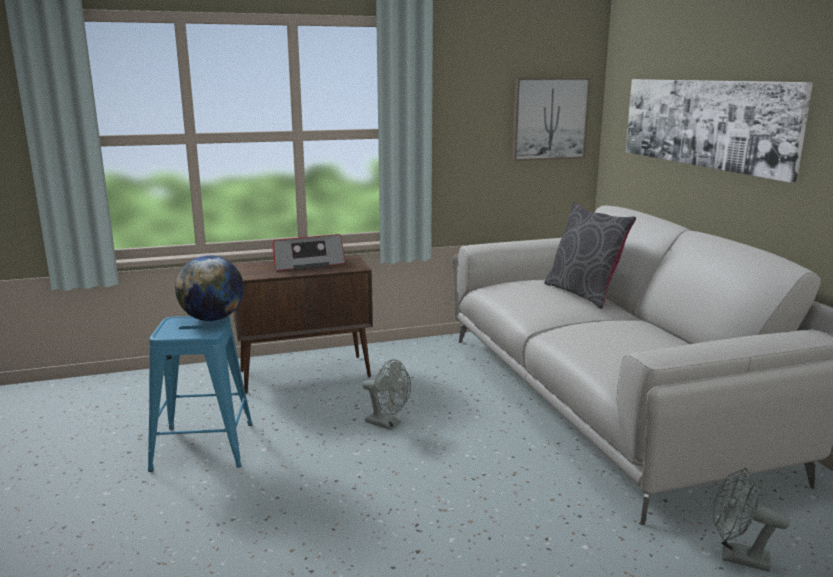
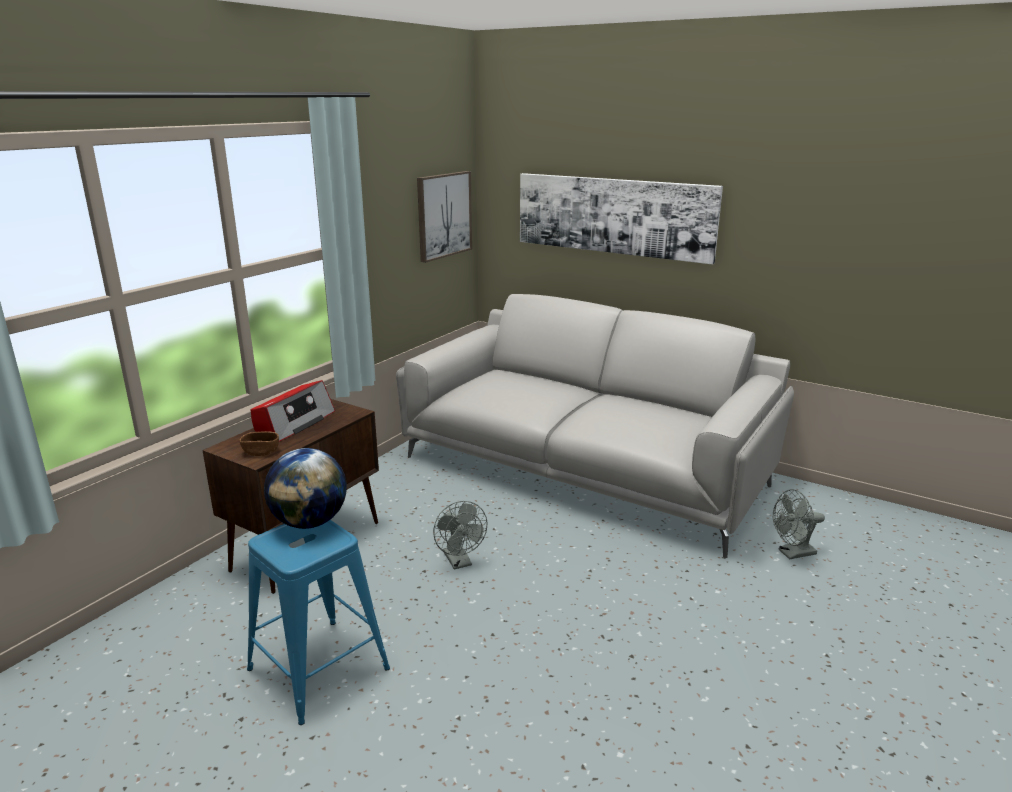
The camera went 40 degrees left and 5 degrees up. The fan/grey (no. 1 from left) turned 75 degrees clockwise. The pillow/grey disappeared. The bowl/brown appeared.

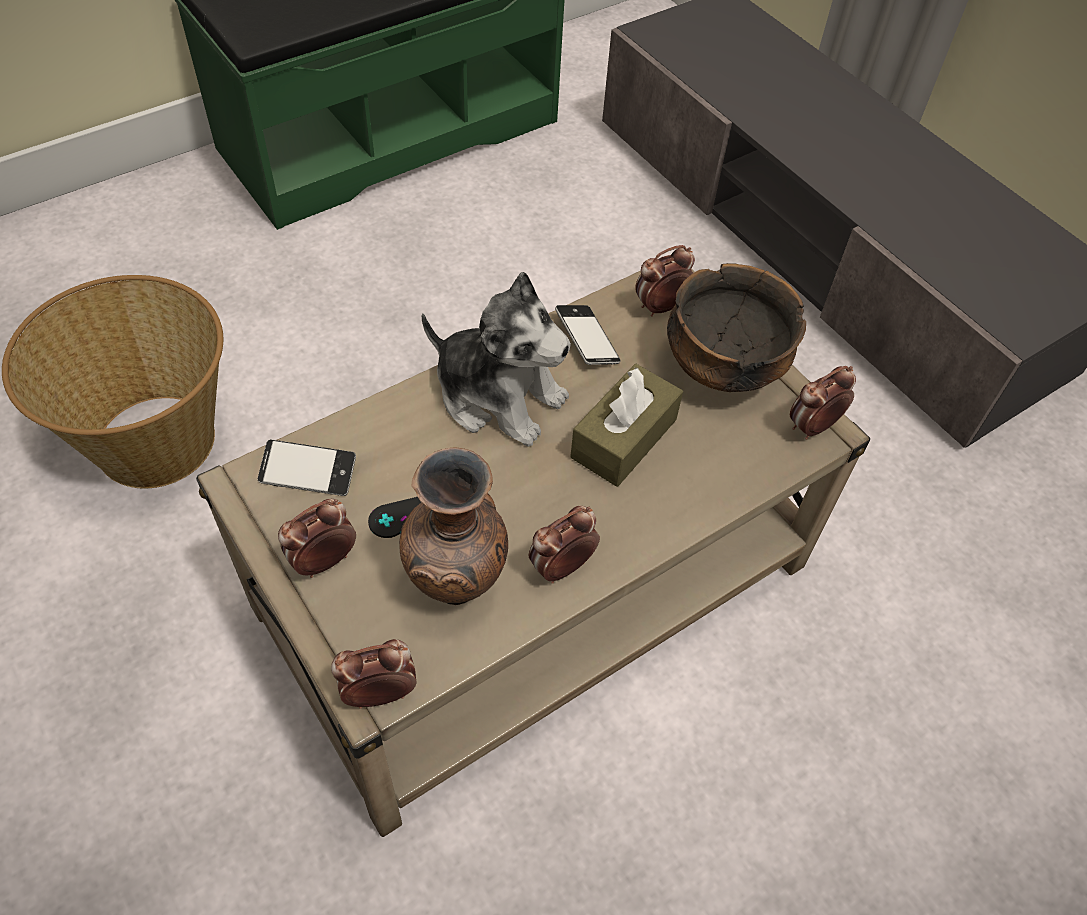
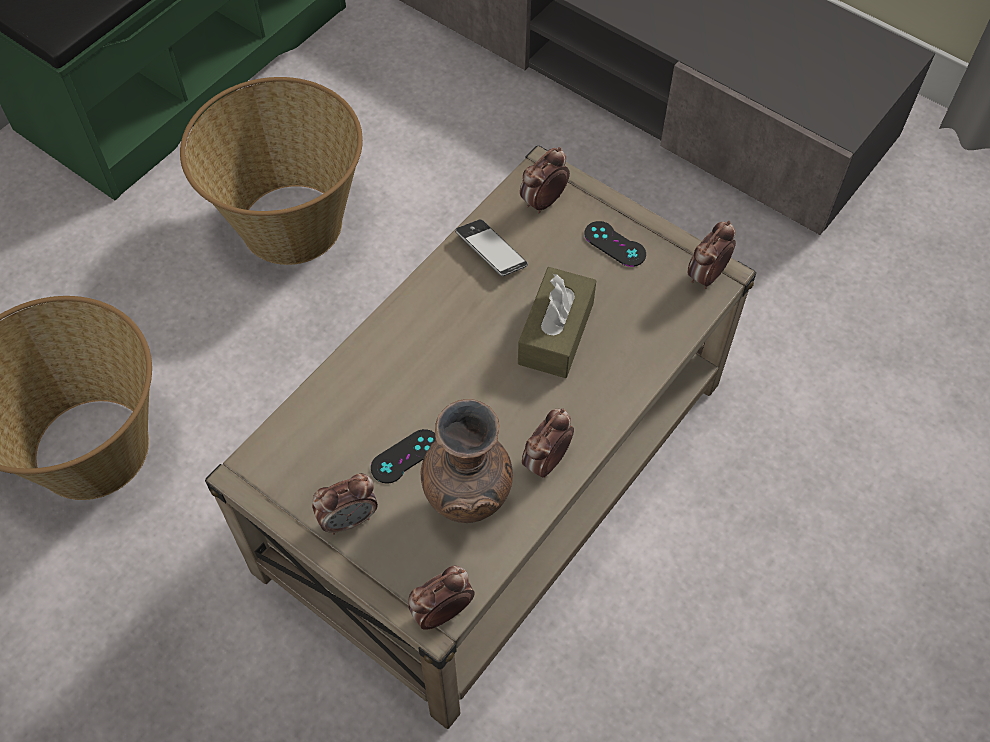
The camera went 15 degrees left and 5 degrees up. The phone (no. 1 from left) disappeared. The alarm clock (no. 1 from left) turned 150 degrees counterclockwise. The plush toy disappeared. The bowl was replaced by the game controller/black (no. 2 from left). The basket (no. 2 from left) appeared.

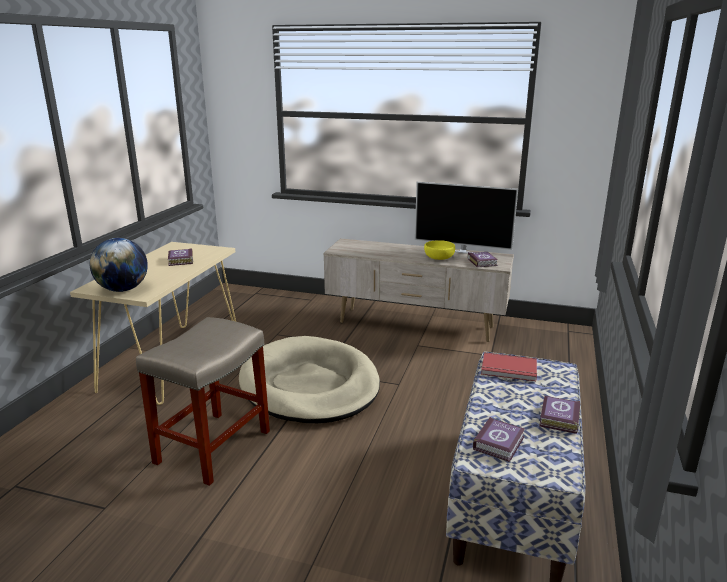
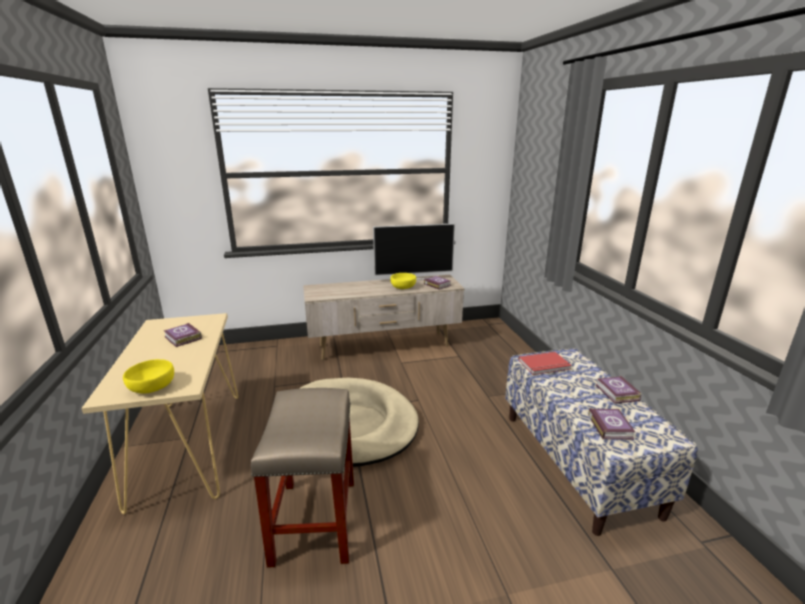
The camera went 30 degrees left and 0 degrees up. The globe was replaced by the bowl/yellow (no. 1 from left).

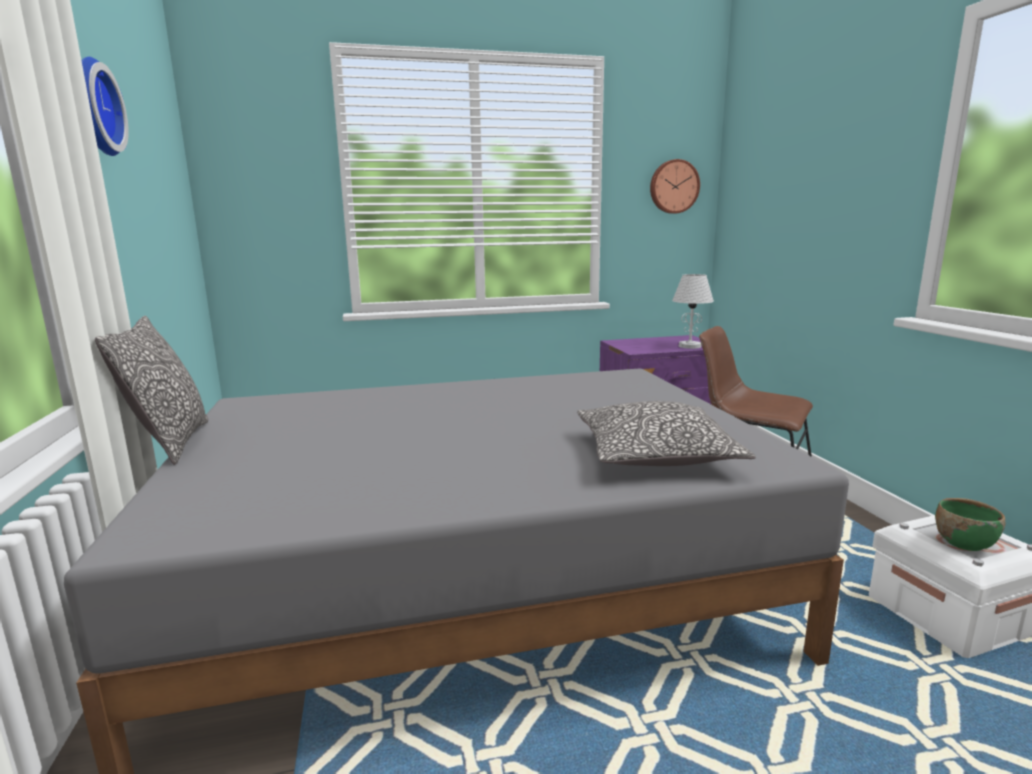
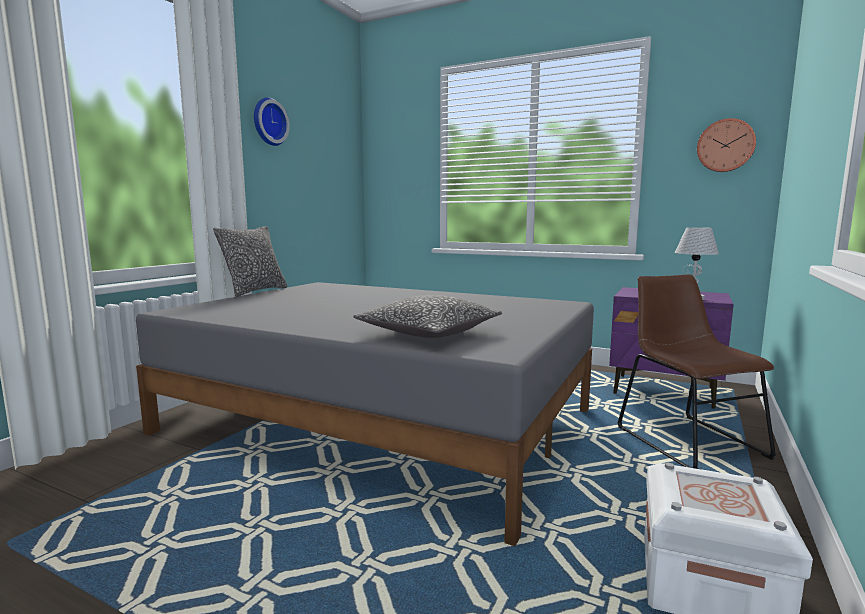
The camera went 40 degrees right and 5 degrees down. The bowl/green disappeared.

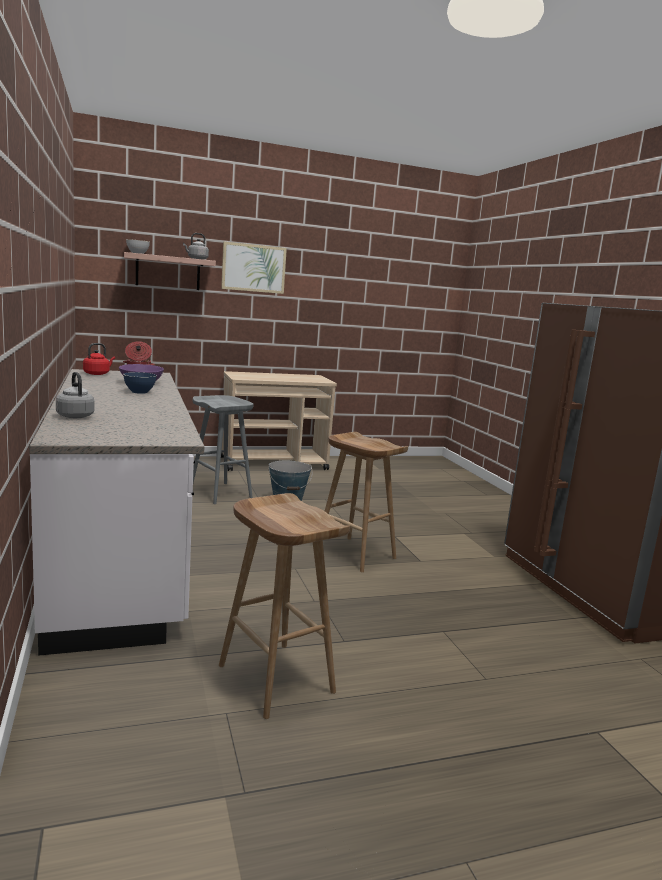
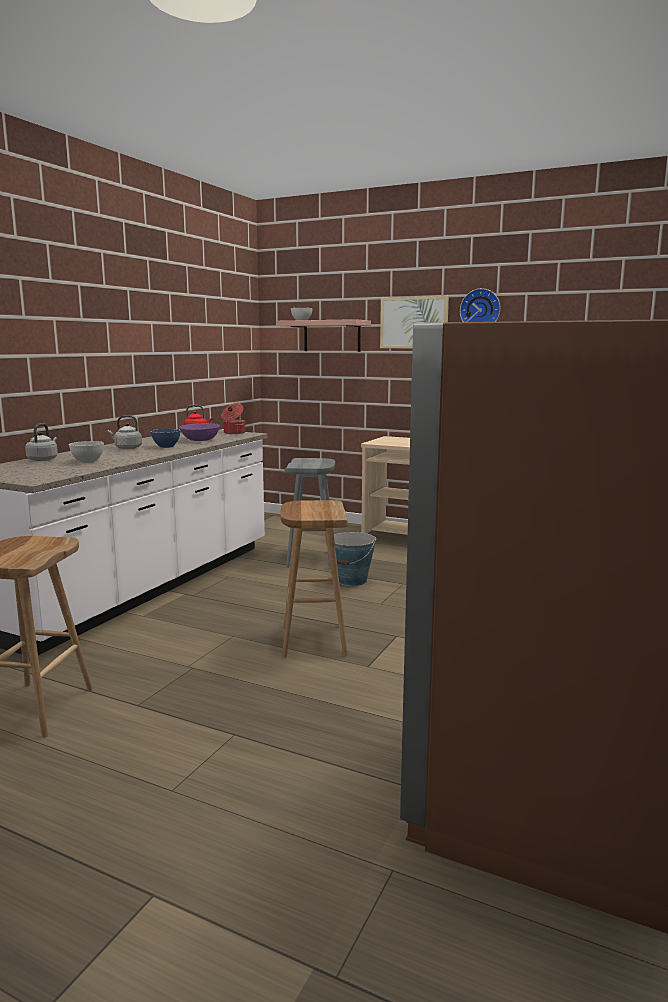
The camera went 45 degrees right and 0 degrees up. The kettle/grey (no. 2 from left) moved. The bowl/grey (no. 1 from left) appeared. The wall clock appeared.

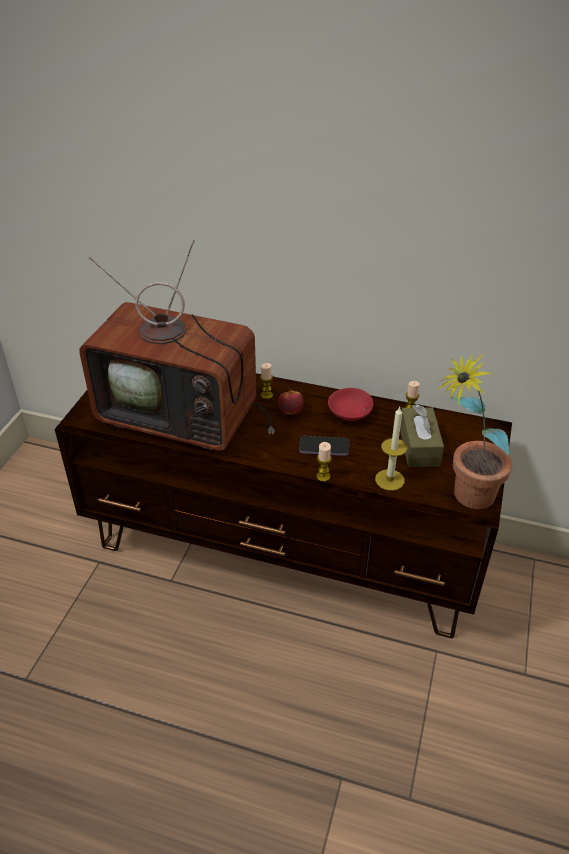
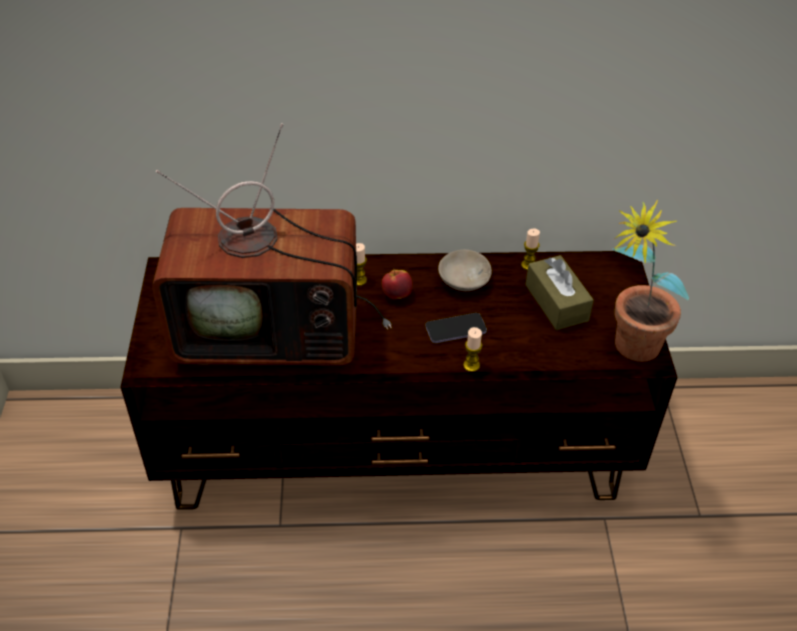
The camera went 20 degrees left and 5 degrees up. The bowl/red became the bowl/beige. The candle (no. 3 from left) disappeared.

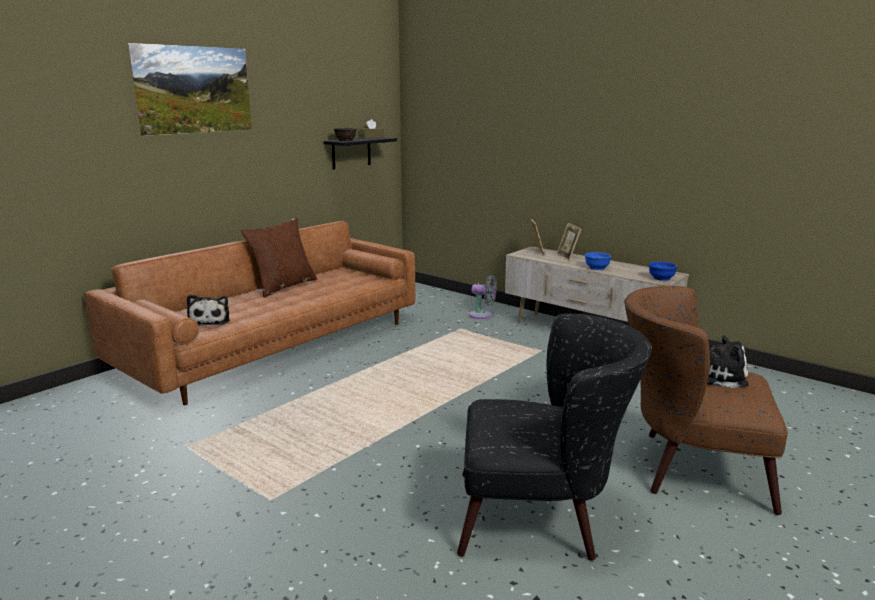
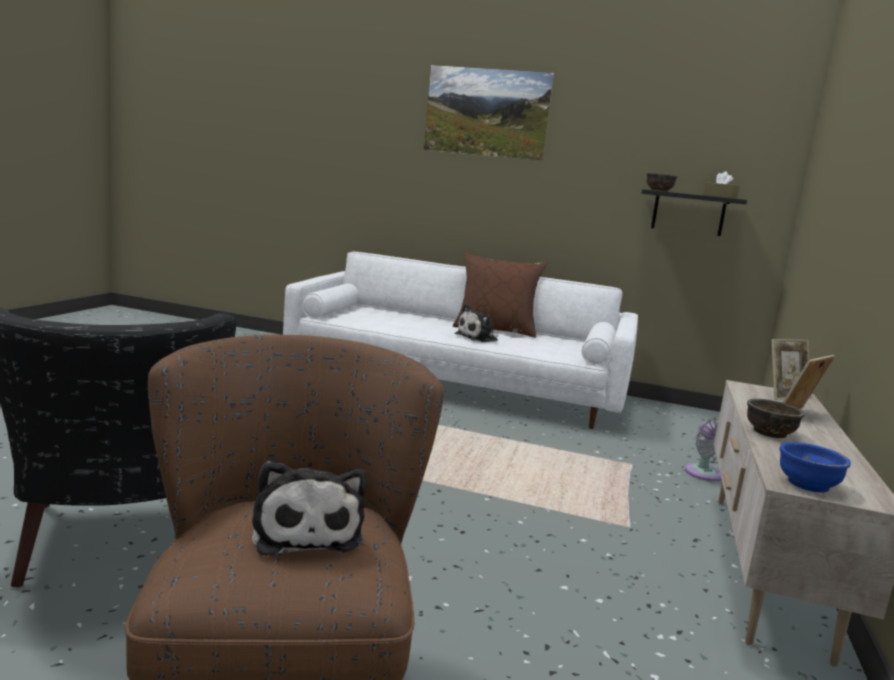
The camera went 65 degrees right and 5 degrees down. The sofa/brown became the sofa/white. The plush toy (no. 1 from left in the first image) moved. The bowl/blue (no. 1 from left) became the bowl/brown (no. 2 from left).

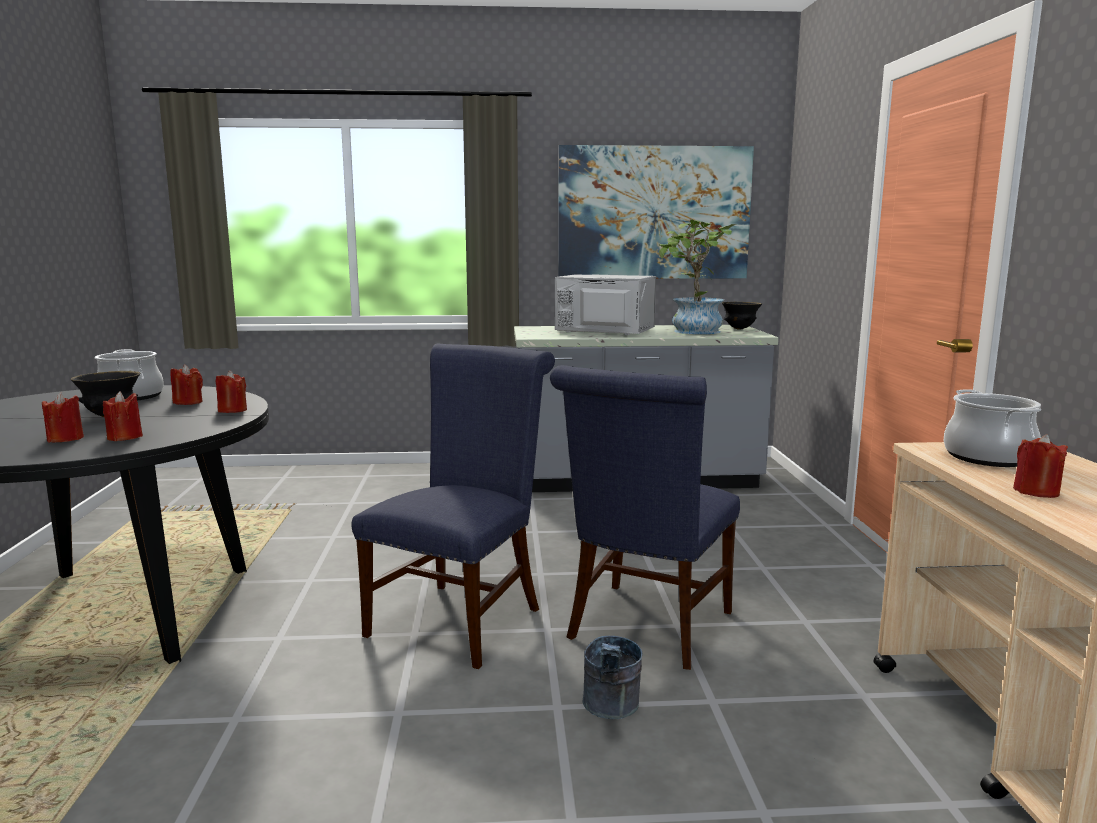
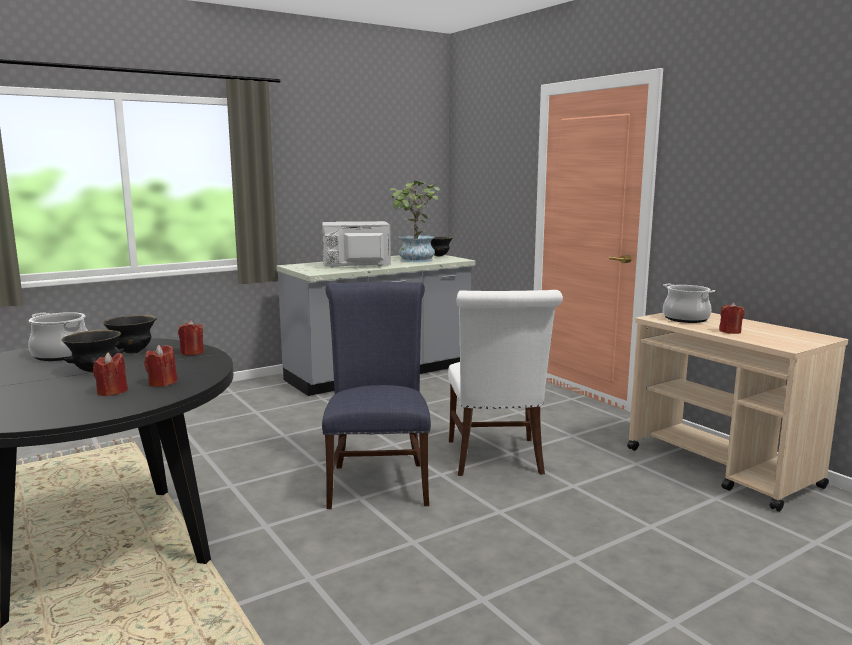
The camera went 30 degrees left and 0 degrees up. The candle/red (no. 3 from left) was replaced by the bowl/black (no. 2 from left). The chair/blue (no. 2 from left) became the chair/white. The picture disappeared. The bucket/grey disappeared.

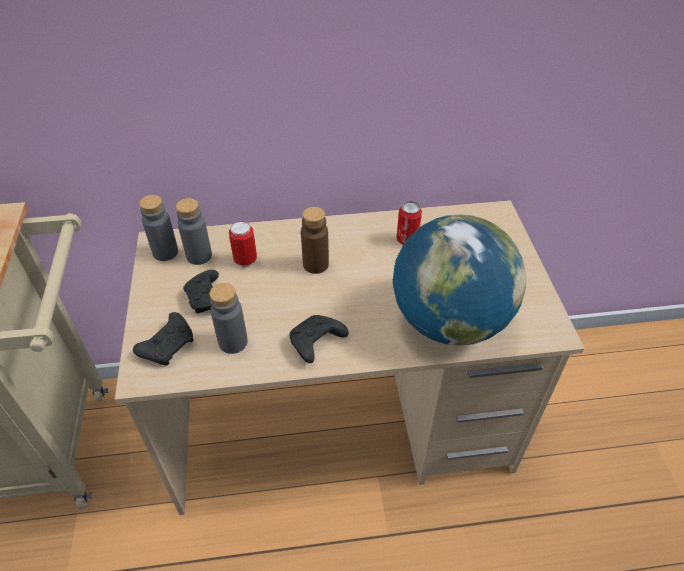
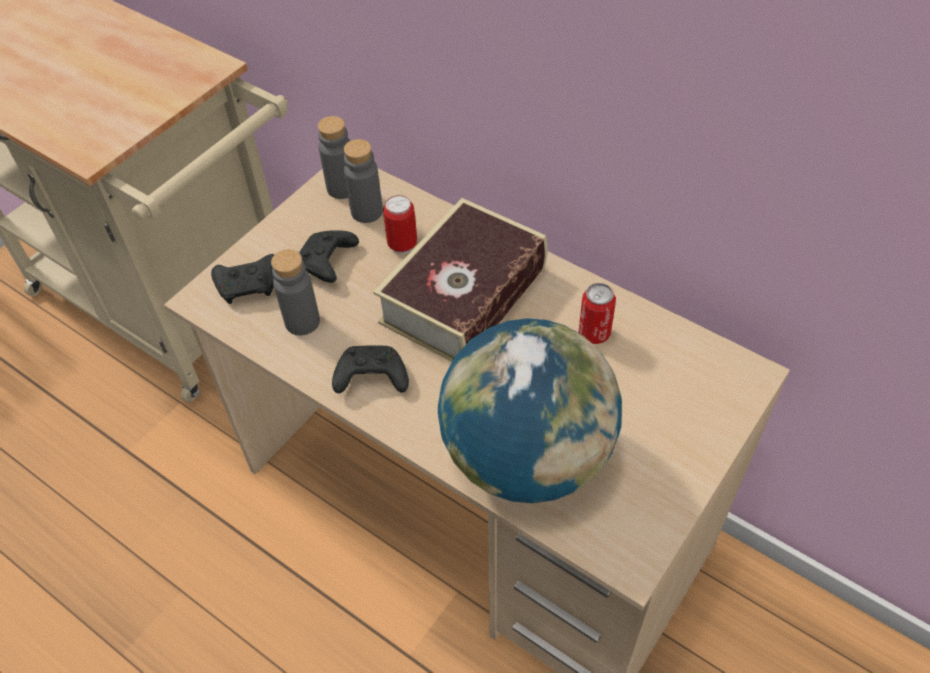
The camera went 45 degrees right and 5 degrees up. The bottle/brown was replaced by the book.

